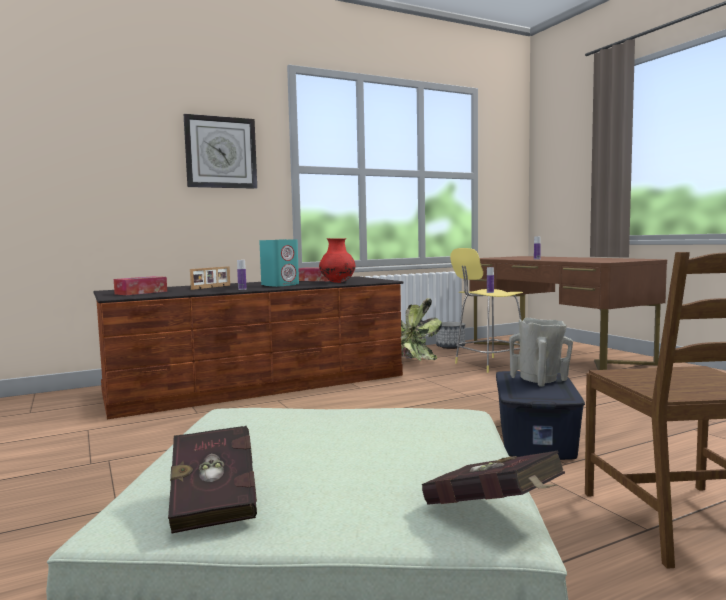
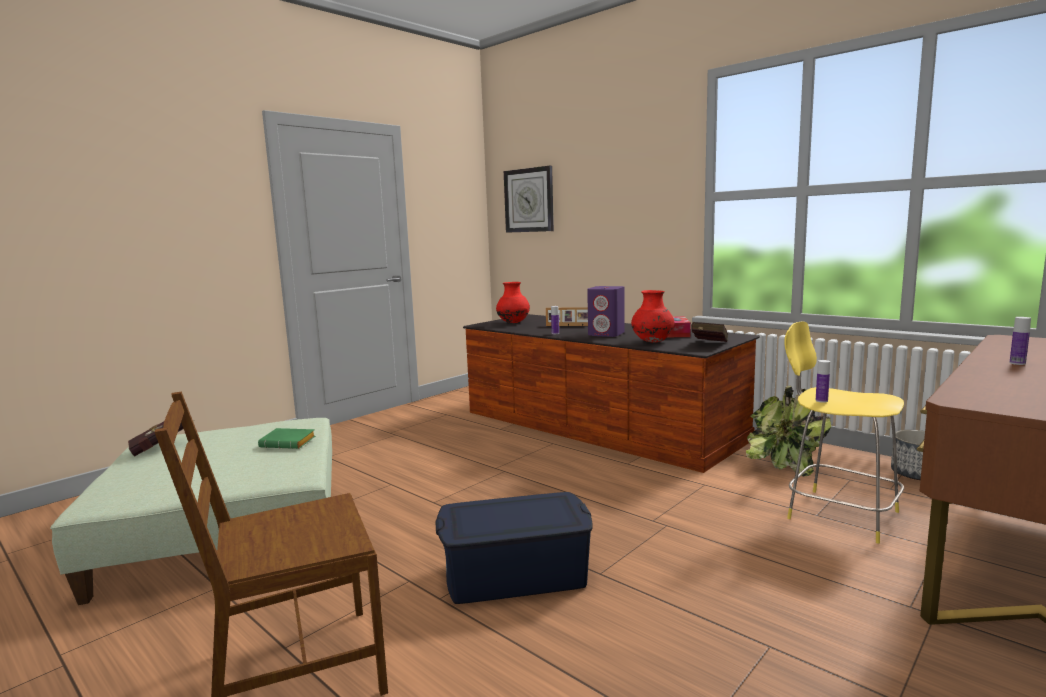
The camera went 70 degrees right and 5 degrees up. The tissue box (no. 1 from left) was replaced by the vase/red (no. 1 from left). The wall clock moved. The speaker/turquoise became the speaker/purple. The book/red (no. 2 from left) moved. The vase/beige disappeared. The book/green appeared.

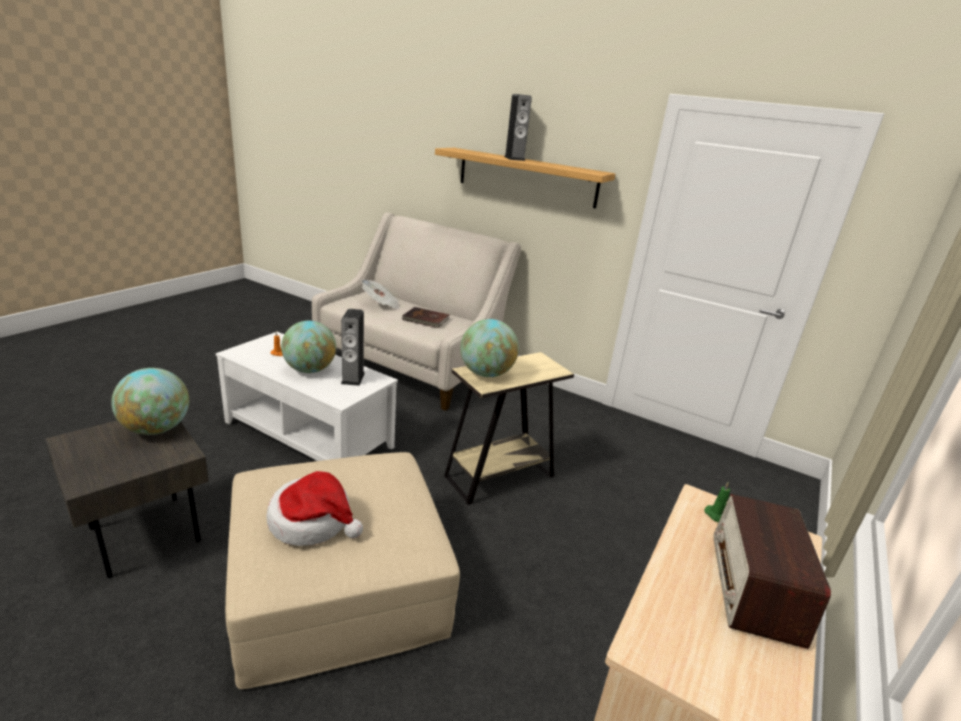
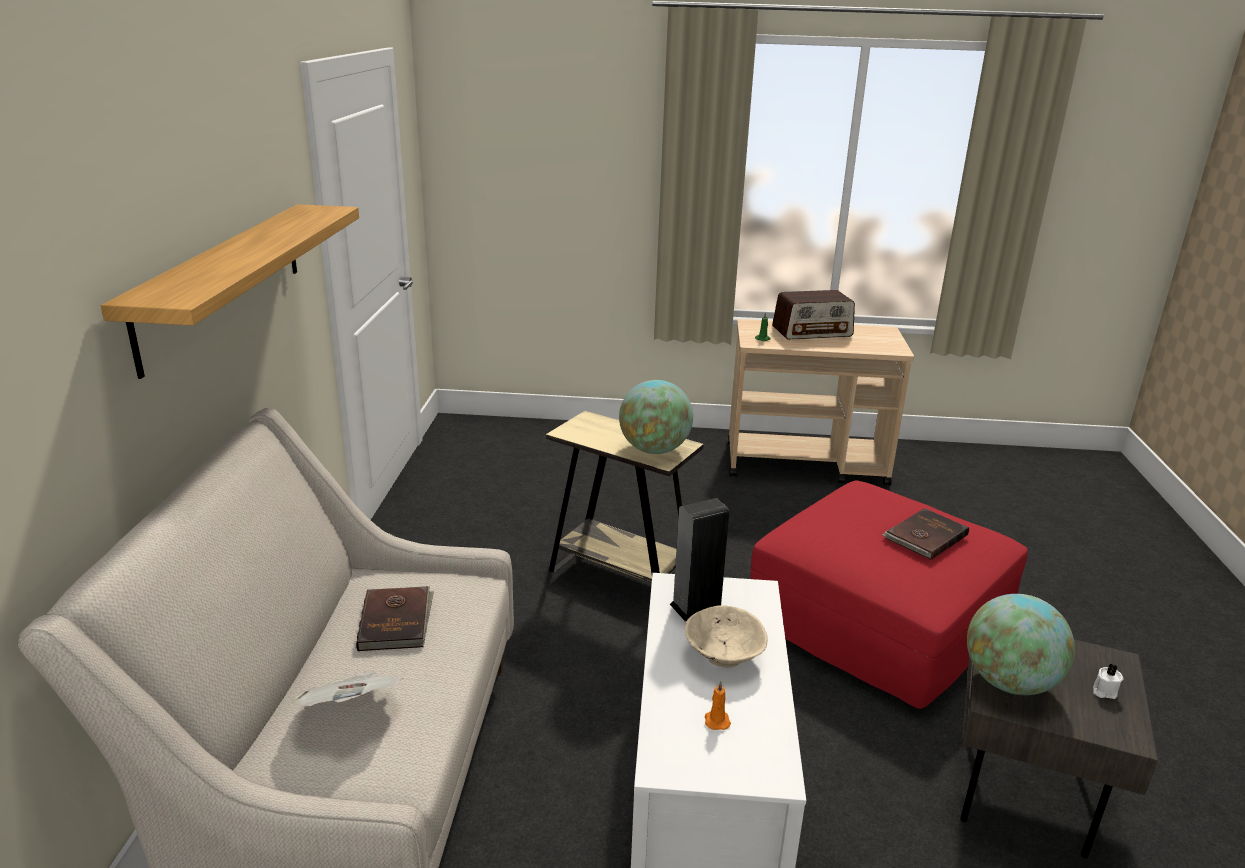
The camera went 115 degrees left and 0 degrees up. The ottoman/beige became the ottoman/red. The hat was replaced by the book/brown (no. 2 from left). The globe (no. 2 from left) was replaced by the bowl/beige. The speaker (no. 2 from left) disappeared. The candle/white appeared.

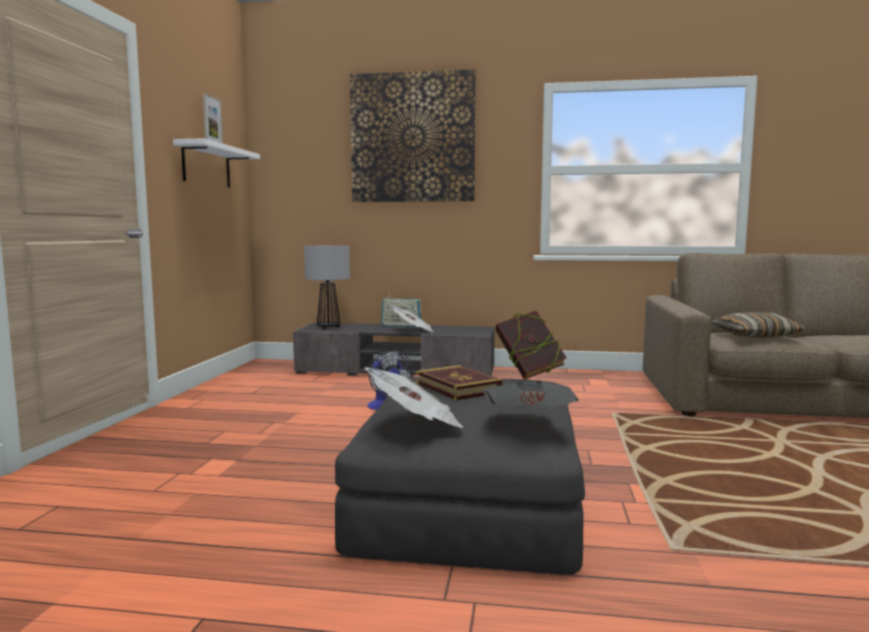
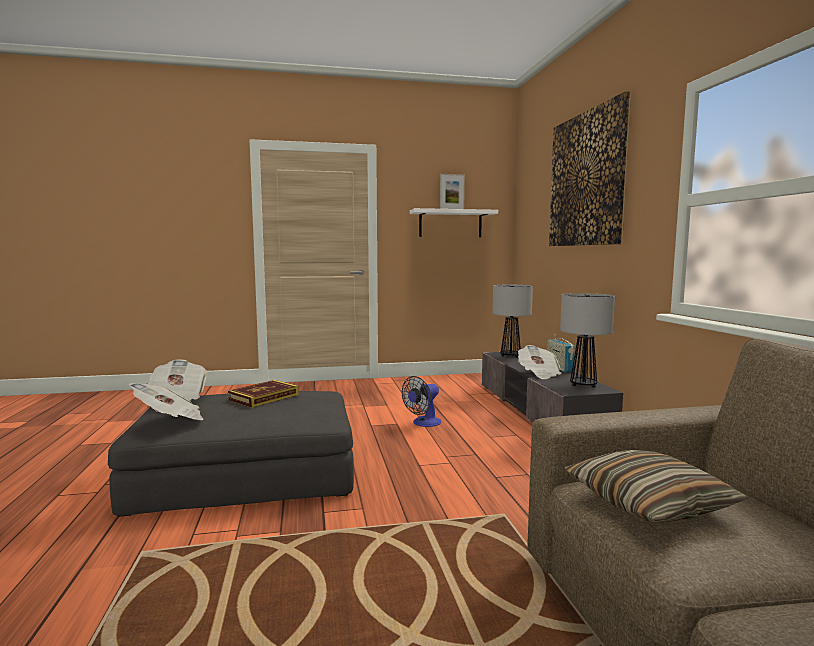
The camera went 70 degrees right and 0 degrees up. The book (no. 2 from left) disappeared. The table lamp (no. 2 from left) appeared.

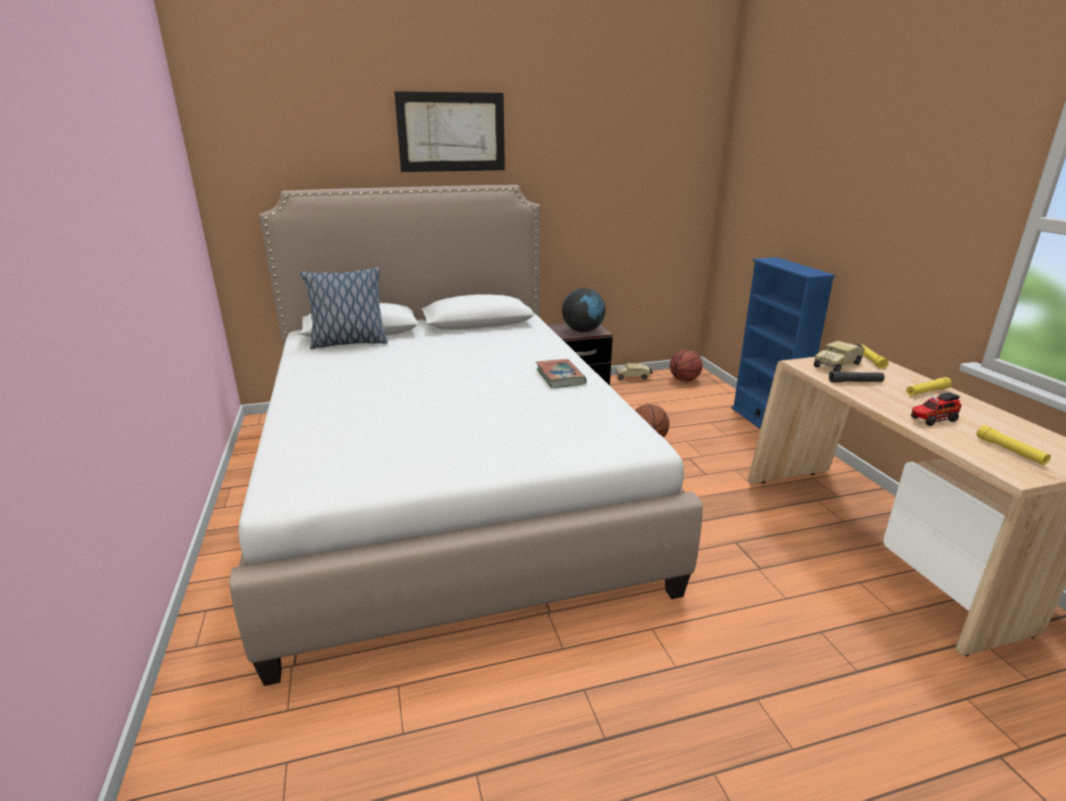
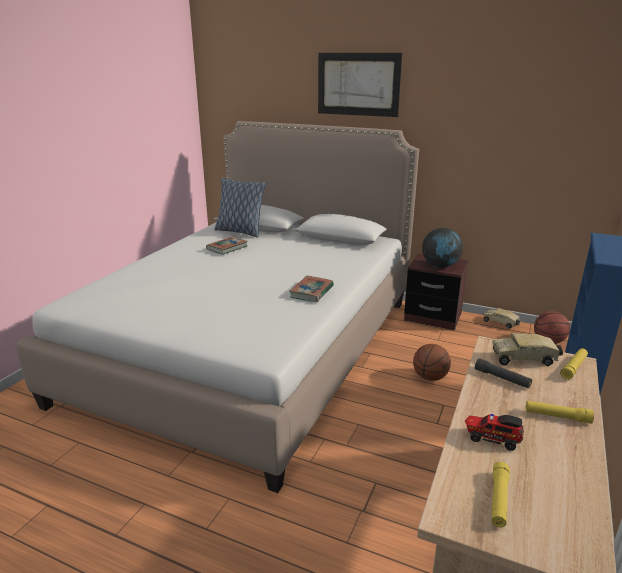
The camera went 40 degrees right and 0 degrees up. The book (no. 1 from left) appeared.

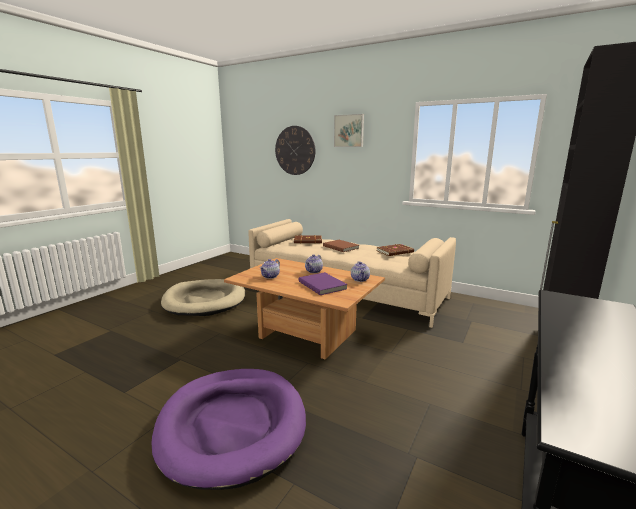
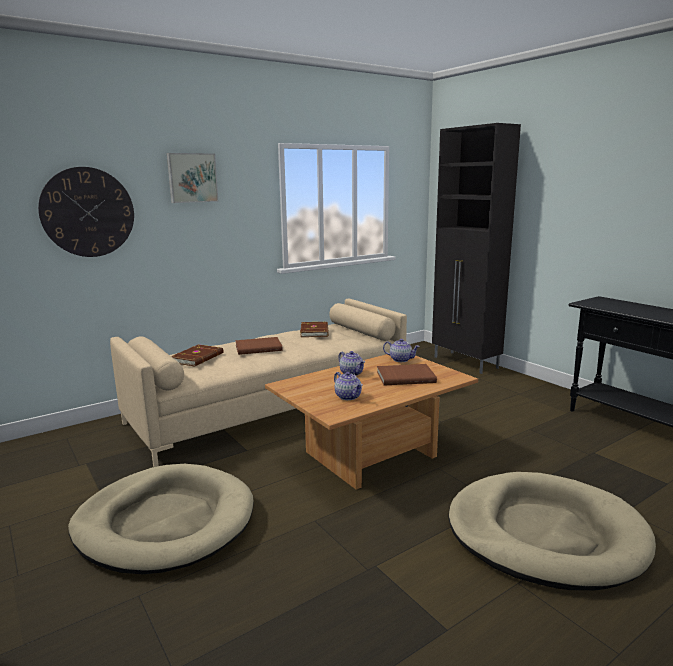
The camera went 65 degrees left and 0 degrees up. The dog bed/purple became the dog bed/beige (no. 2 from left). The book/purple became the book/brown (no. 4 from left).

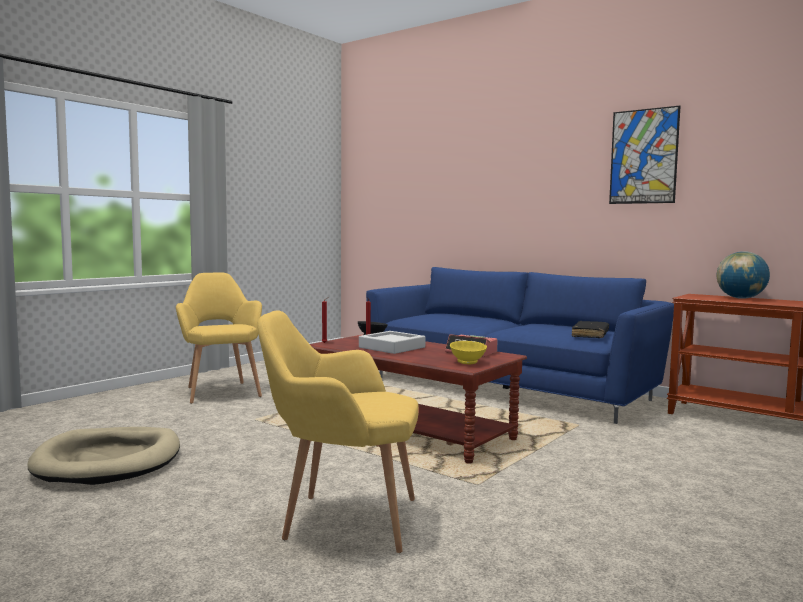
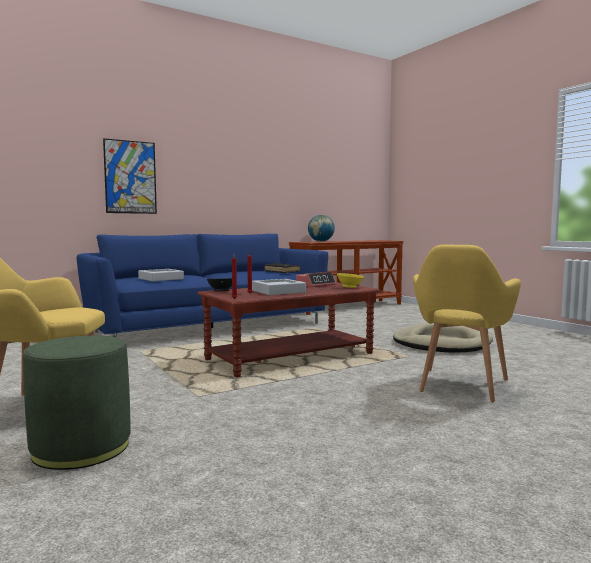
The camera went 70 degrees left and 0 degrees up. The dog bed/beige moved. The picture moved. The ottoman/green appeared. The tray/grey (no. 1 from left) appeared.

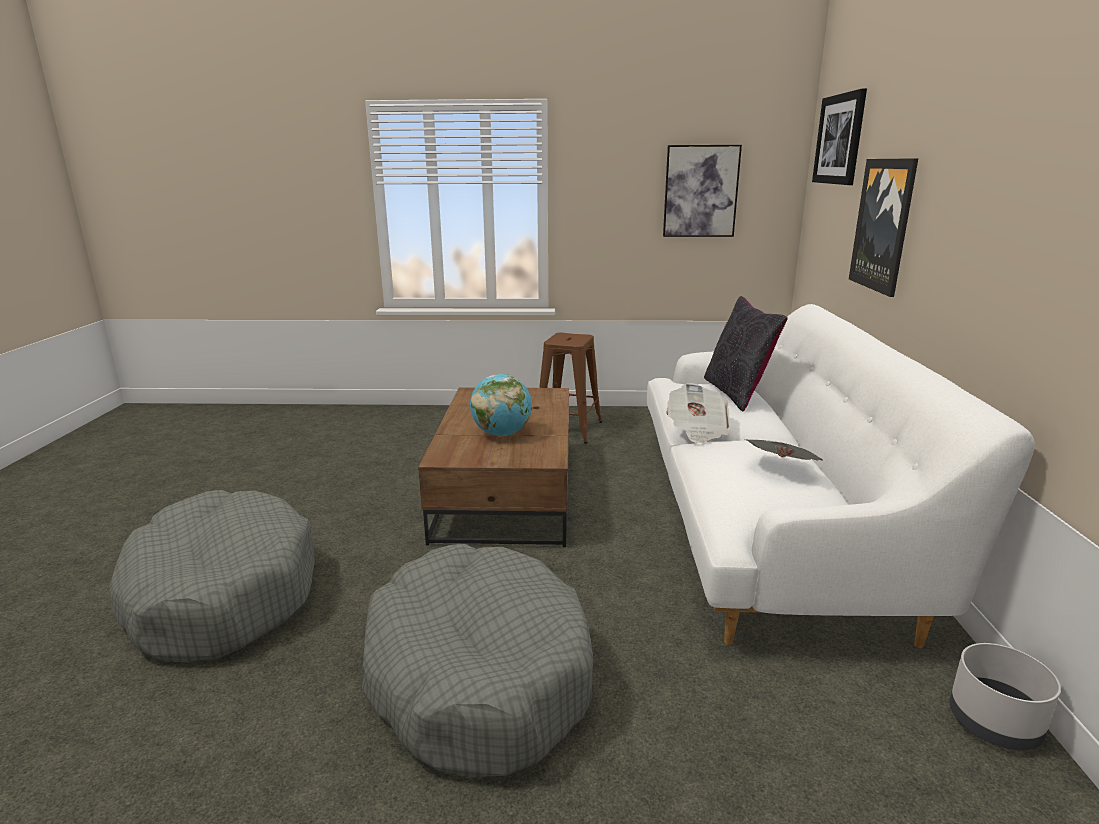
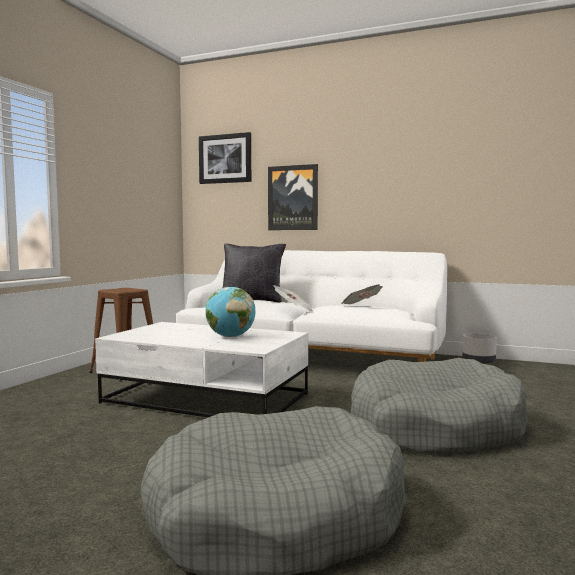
The camera went 70 degrees left and 15 degrees down. The coffee table/brown became the coffee table/white. The picture (no. 1 from left) disappeared.

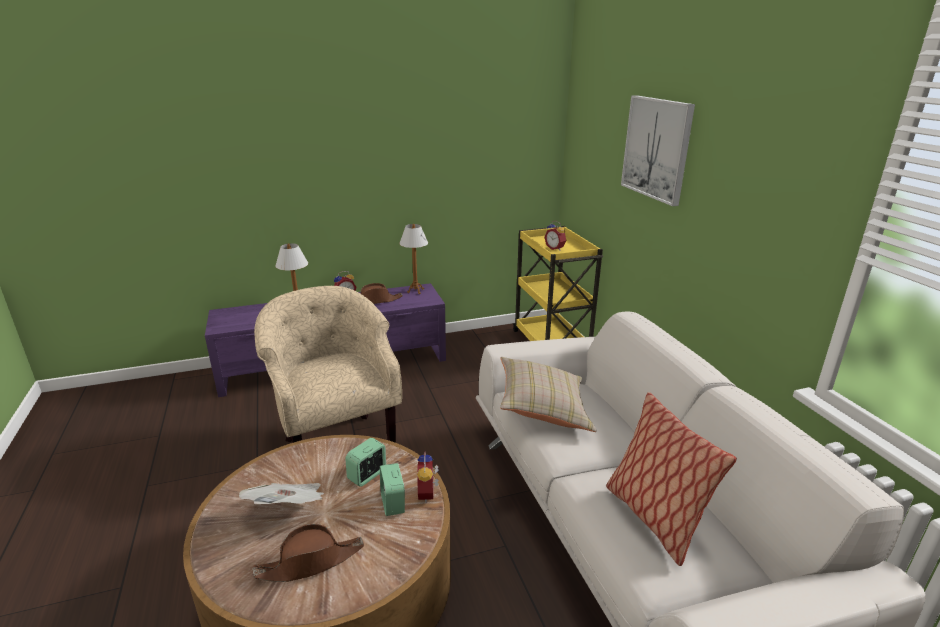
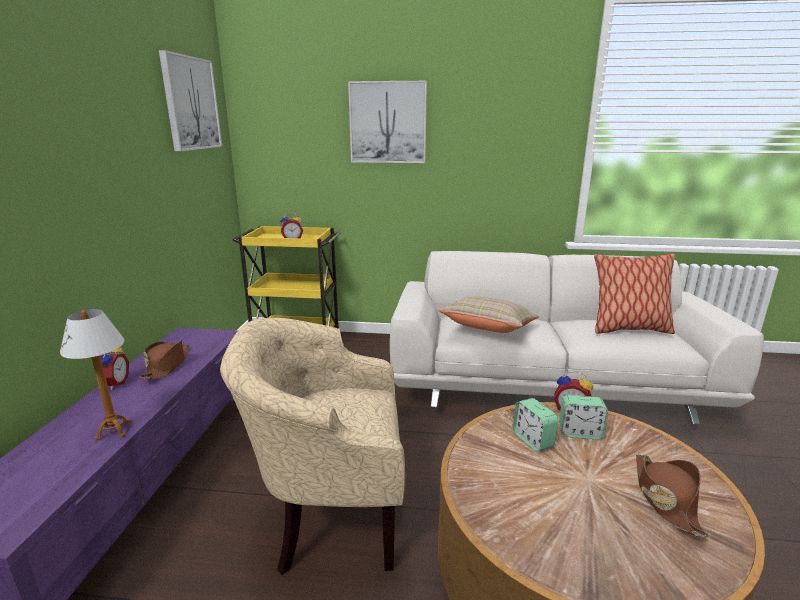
The camera went 65 degrees left and 5 degrees down. The newspaper disappeared. The table lamp (no. 2 from left) disappeared. The picture (no. 1 from left) appeared.

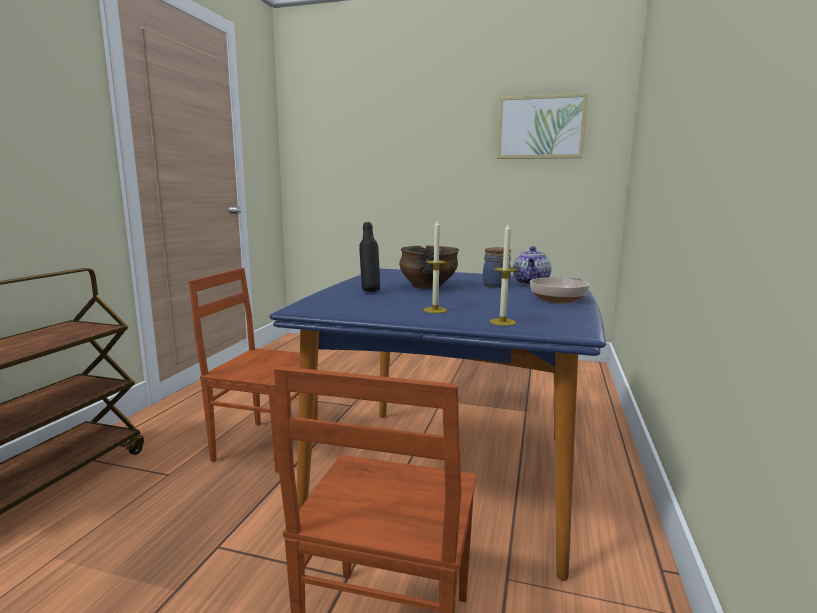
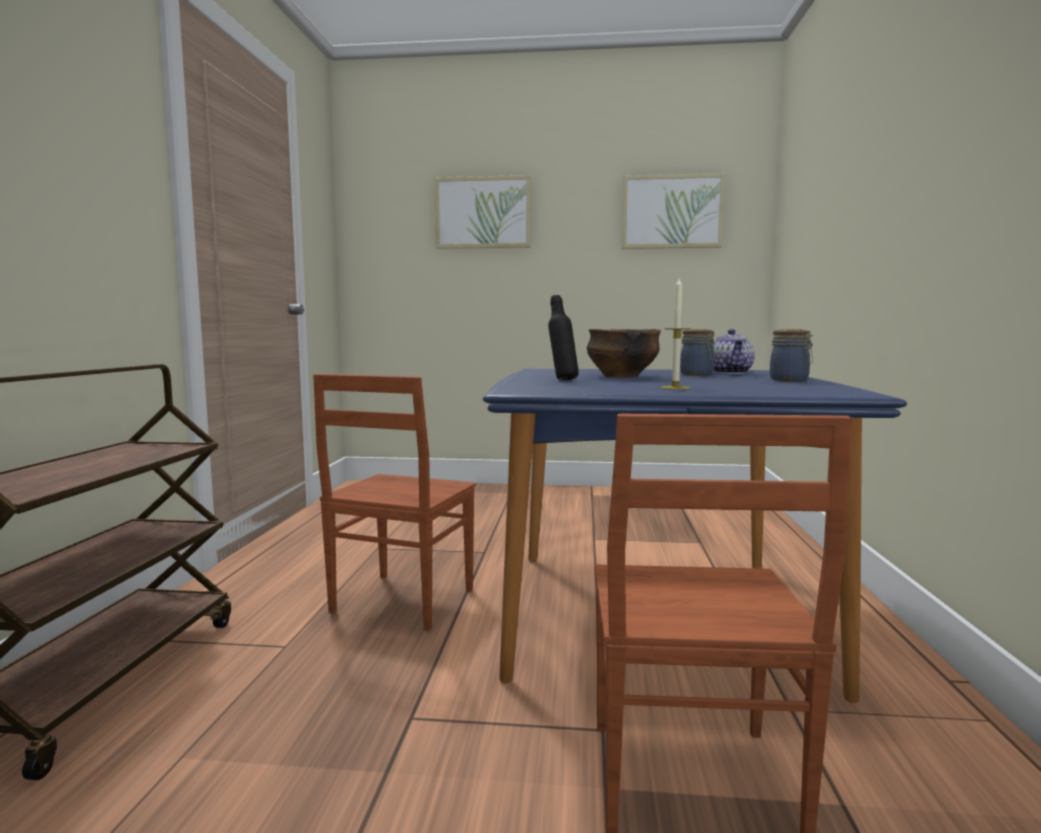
The camera went 10 degrees left and 5 degrees down. The chair/brown (no. 1 from left) turned 75 degrees counterclockwise. The candle (no. 2 from left) disappeared. The bowl (no. 2 from left) was replaced by the jar (no. 2 from left). The picture (no. 1 from left) appeared.

